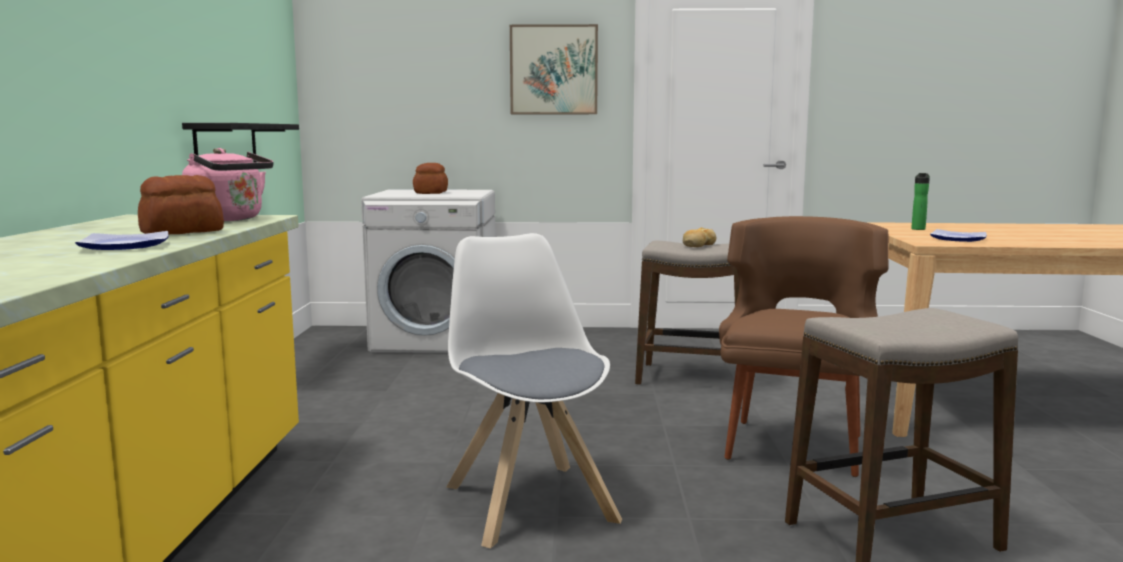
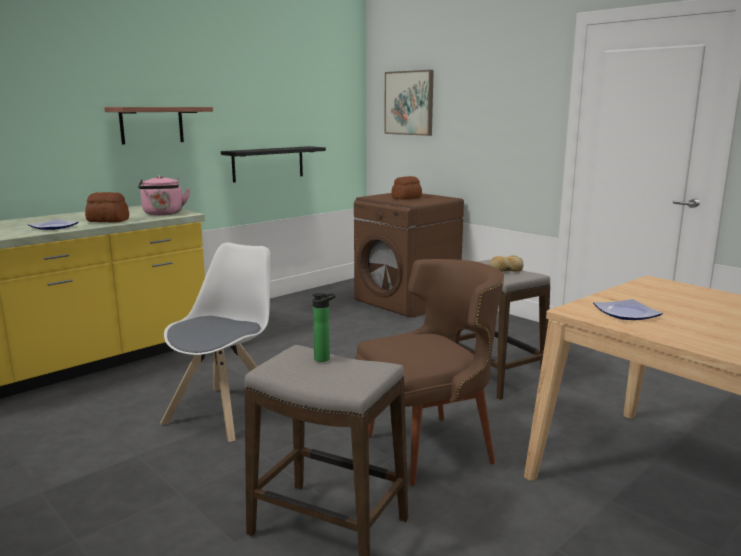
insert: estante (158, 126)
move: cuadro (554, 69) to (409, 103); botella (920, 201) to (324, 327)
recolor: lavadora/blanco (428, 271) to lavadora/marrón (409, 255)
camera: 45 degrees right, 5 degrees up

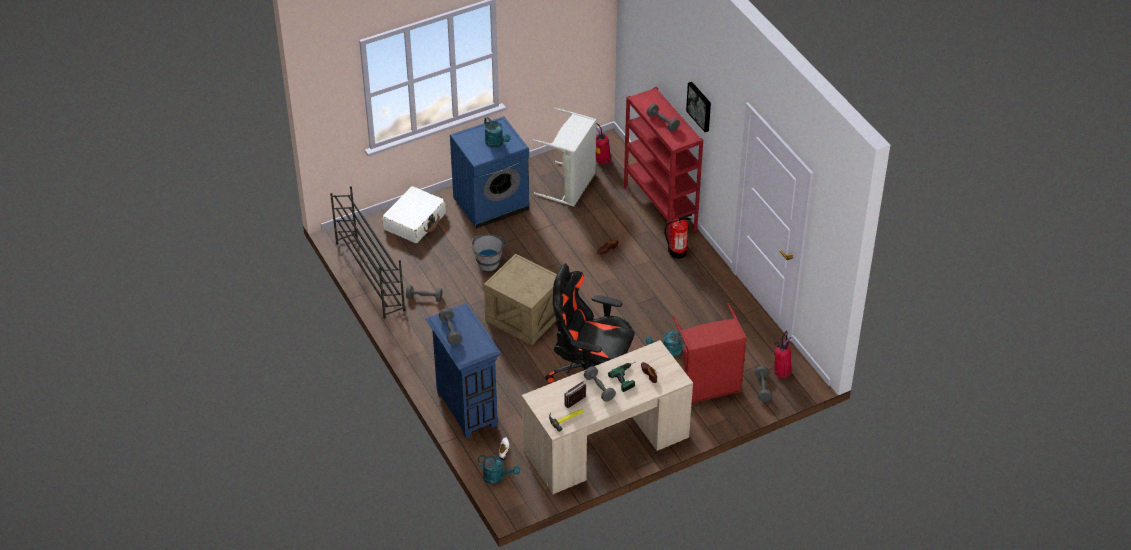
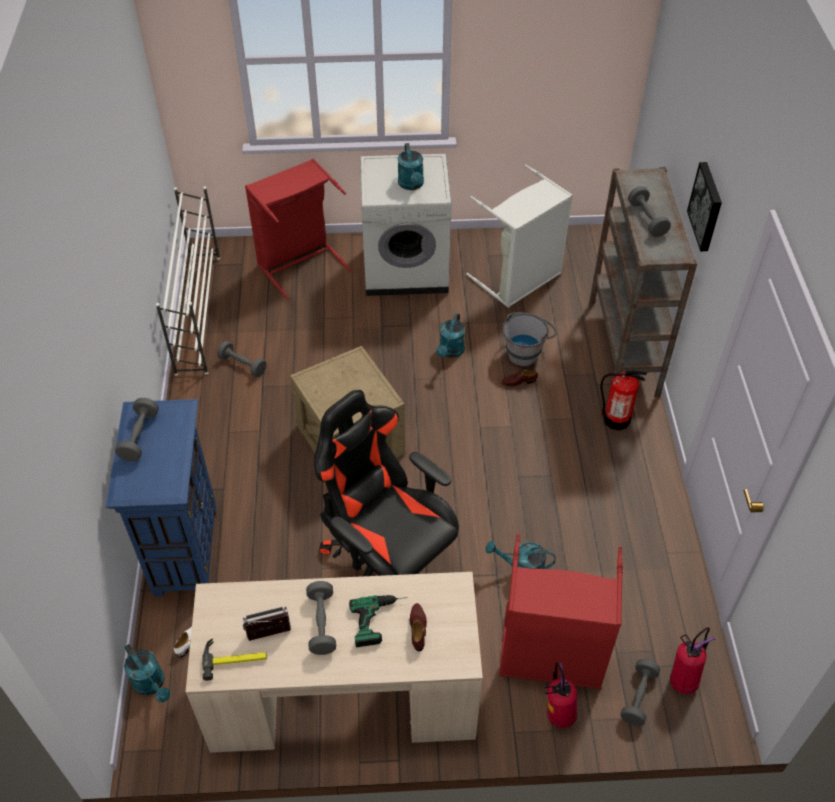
insert: regadera/turquesa (450, 335)
move: cubo/gris (489, 252) to (529, 339); extintor (603, 143) to (560, 695)
replace: maleta/blanco (414, 214) to cesto de la ropa/rojo (298, 229)
recolor: zapatero/negro (367, 252) to zapatero/blanco (188, 281); lavadora/azul (489, 172) to lavadora/blanco (406, 225); estantería/rojo (663, 164) to estantería/gris (643, 282)
camera: 25 degrees right, 5 degrees up

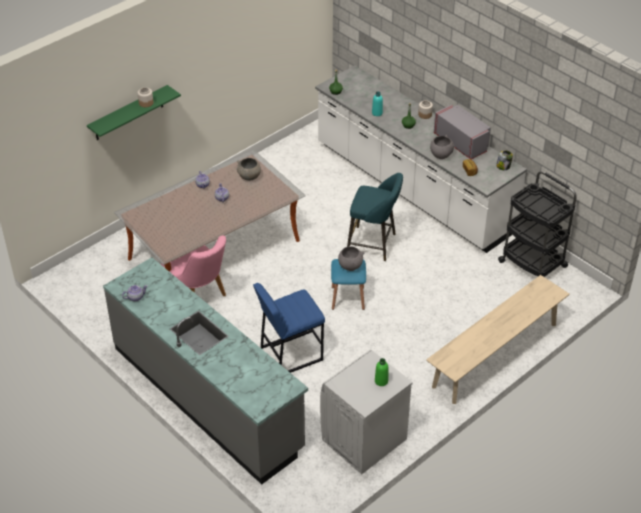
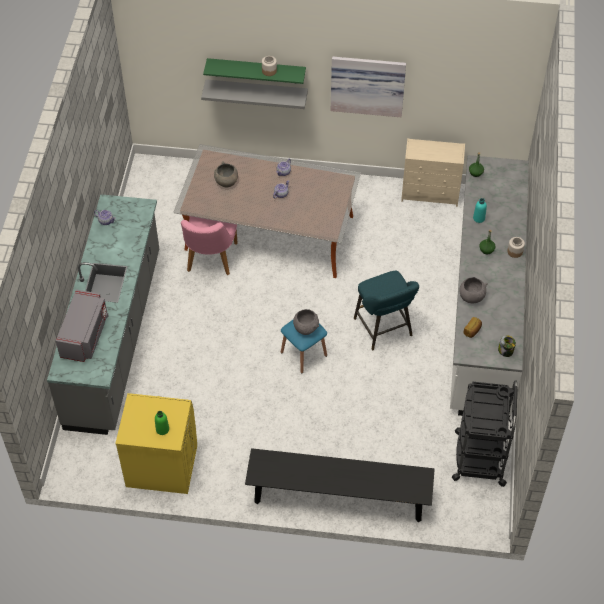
delete: taburete/azul (289, 328)
insert: estante/gris (254, 94); cuadro (368, 87); cómoda/beis (433, 172)
move: cuenco/gris (248, 169) to (226, 174); microondas/gris (462, 132) to (82, 325)
recolor: lavadora/blanco (366, 411) to lavadora/amarillo (156, 443); banco/beis (498, 339) to banco/negro (340, 485)
camera: 50 degrees right, 10 degrees up

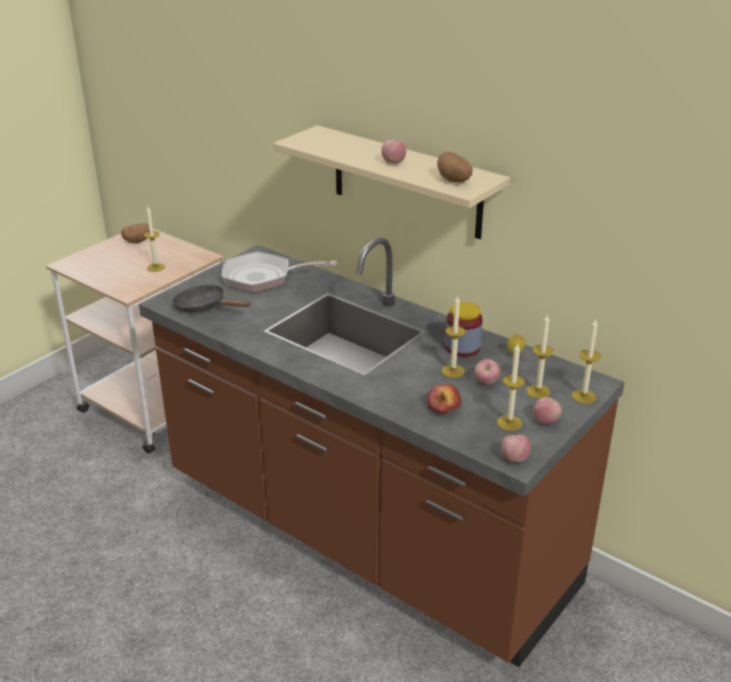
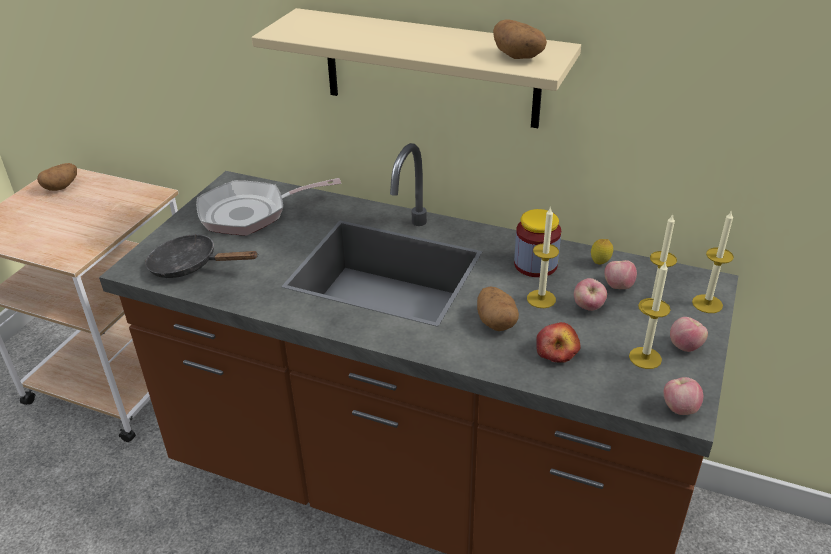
delete: vela (154, 239)
insert: patata (498, 308)
move: manzana (394, 151) to (620, 274)
camera: 15 degrees left, 5 degrees up

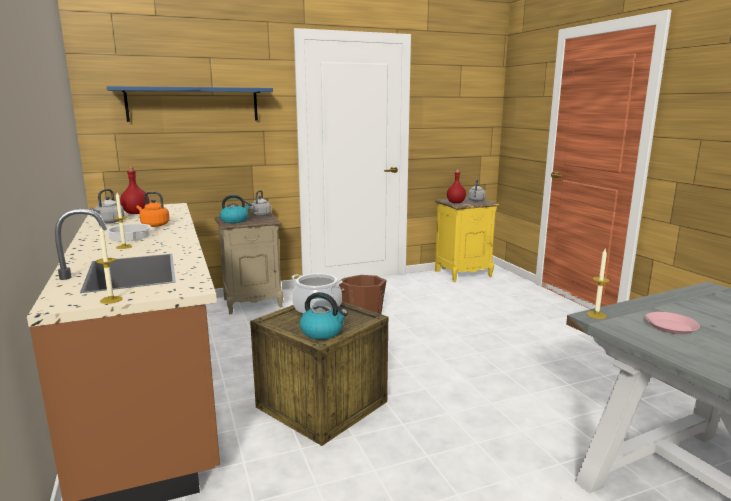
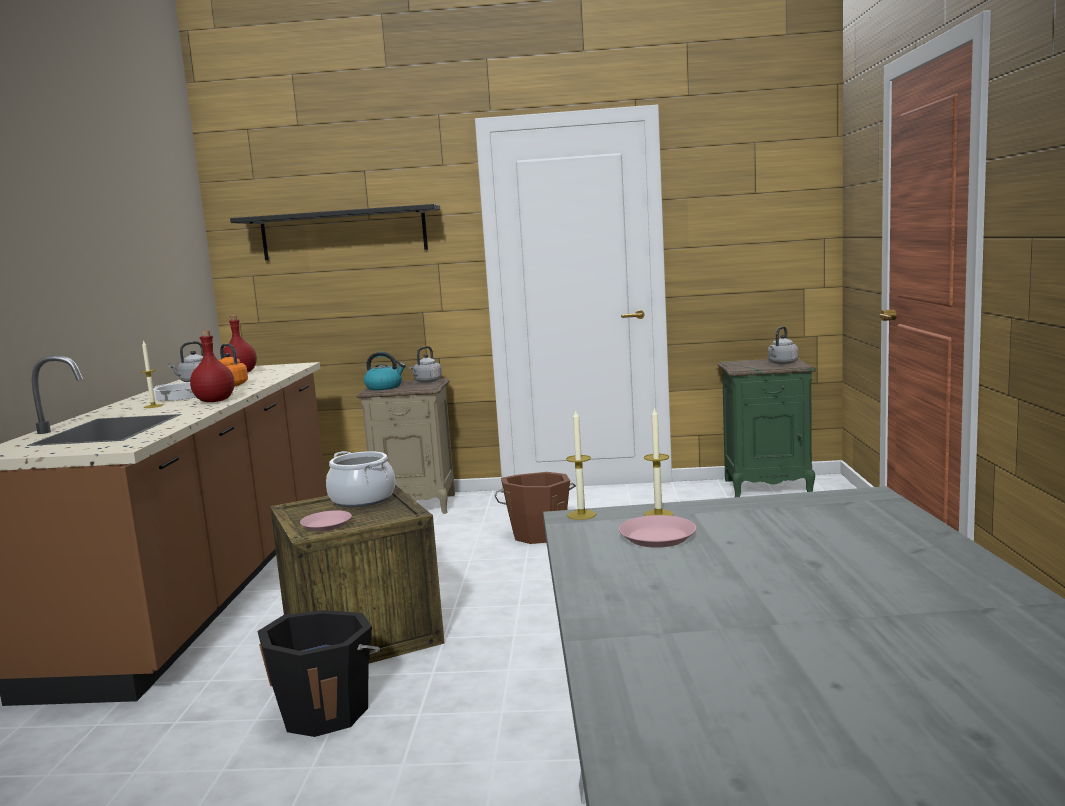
insert: cubo/negro (318, 673)
move: vela (109, 265) to (659, 461); botella/rojo (456, 186) to (212, 366)
replace: hervidor (324, 315) to plato/rosa (326, 520)
recolor: estante/azul (190, 104) to estante/negro (335, 232); mesita de noche/amarillo (467, 239) to mesita de noche/verde (766, 427)
camera: 25 degrees right, 5 degrees down

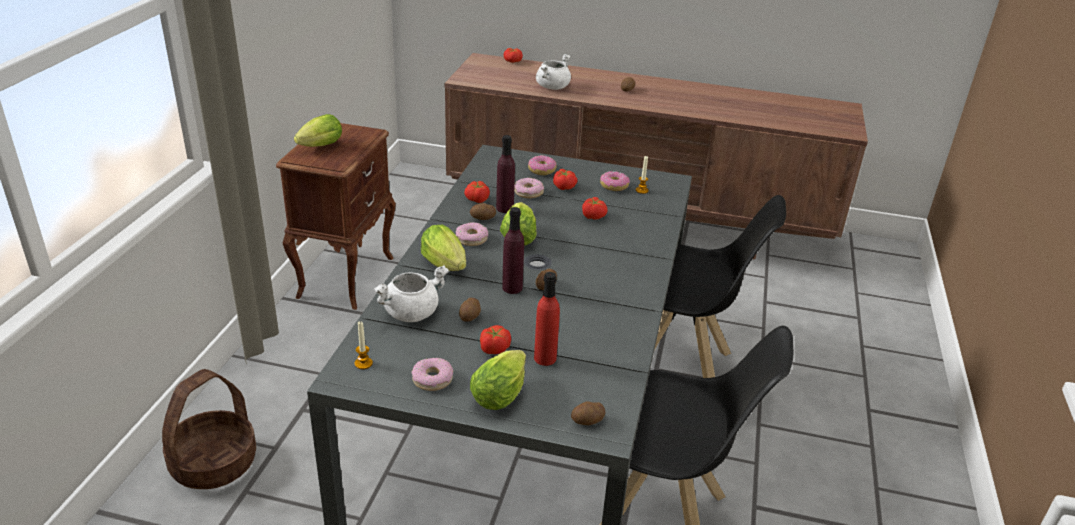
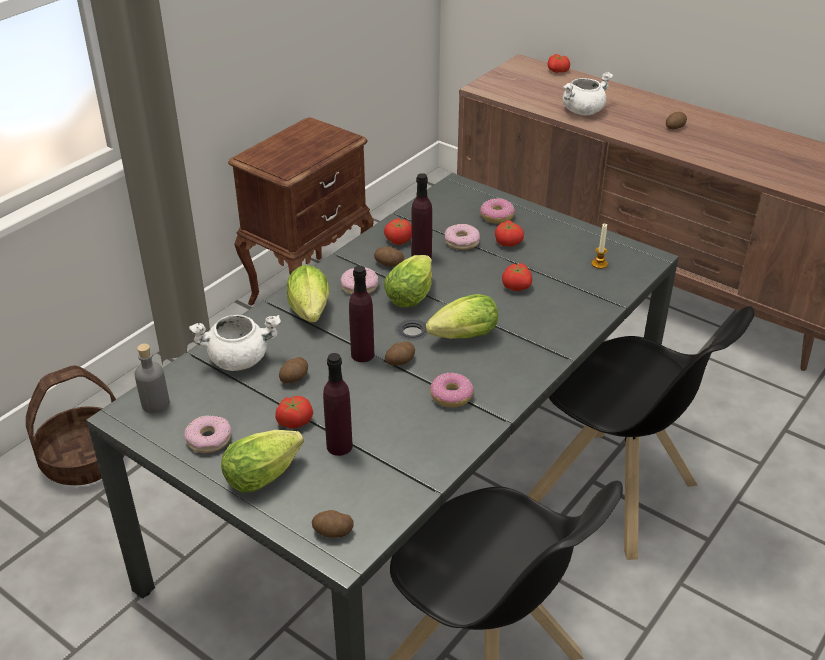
move: lechuga (318, 130) to (462, 316); rosquilla (615, 181) to (452, 390)
replace: vela (364, 345) to botella/gris (152, 378)
recolor: botella/rojo (547, 319) to botella/morado (338, 404)
camera: 25 degrees right, 5 degrees up

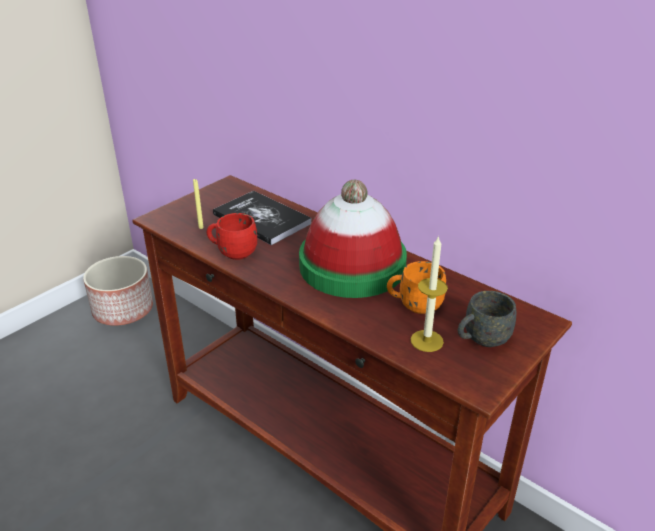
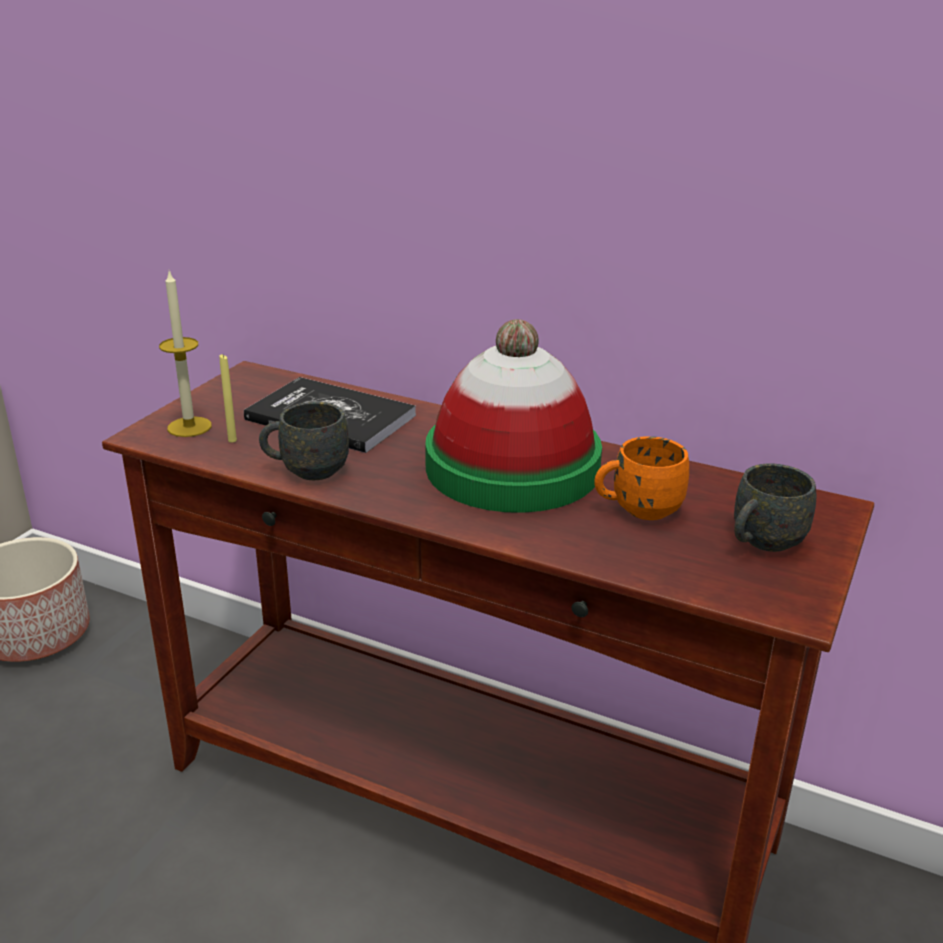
move: vela (429, 293) to (185, 354)
recolor: taza grande/rojo (232, 236) to taza grande/gris (304, 441)
camera: 15 degrees left, 5 degrees down

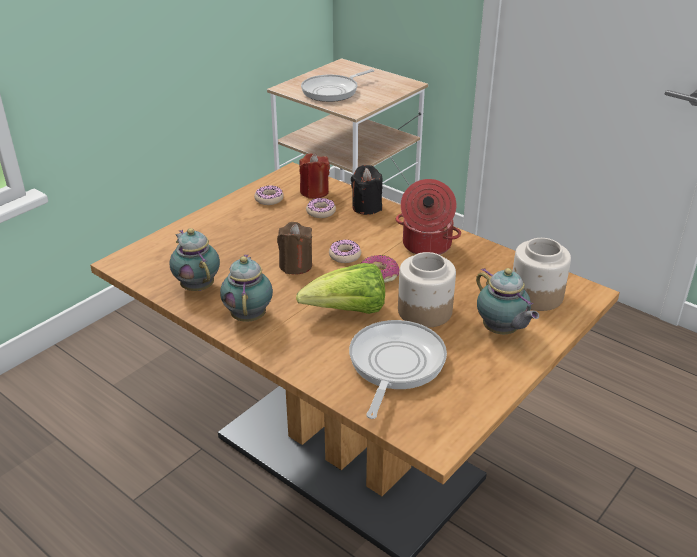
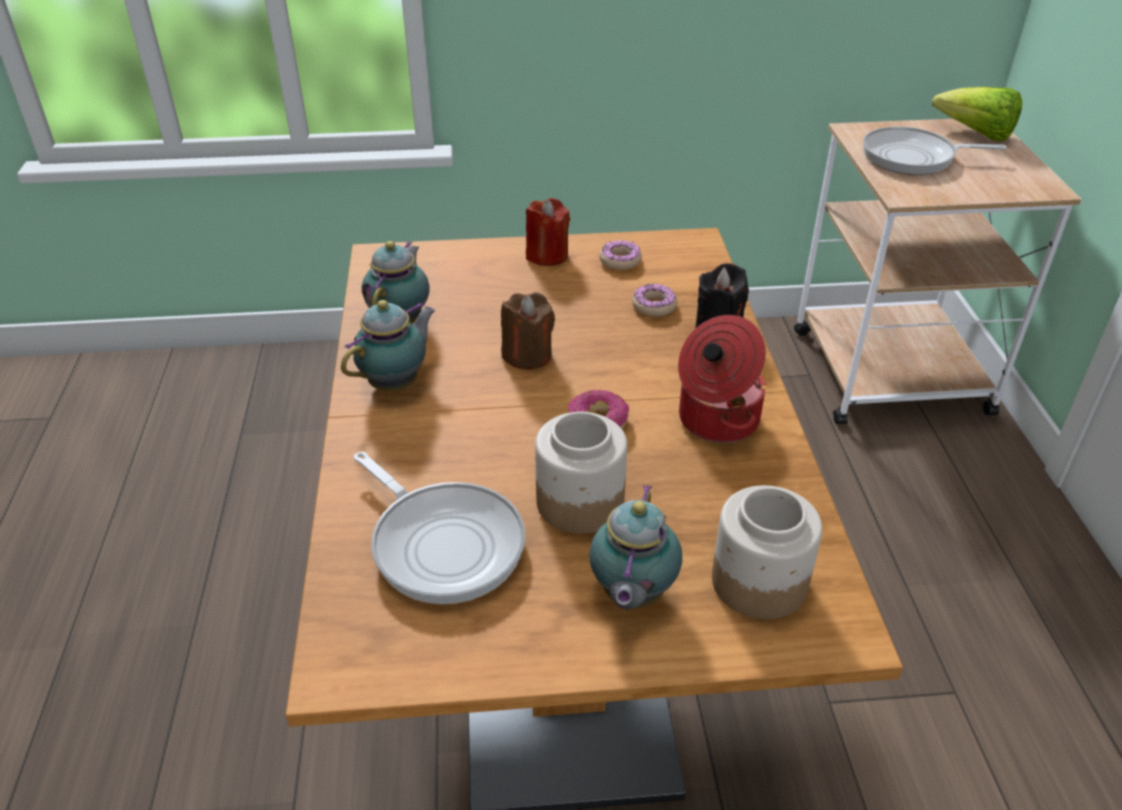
delete: rosquilla (345, 251)
move: lechuga (340, 288) to (977, 114); vela/rojo (314, 176) to (548, 232)
rotate: sartén (398, 369) = (439, 527) 75 degrees clockwise
camera: 45 degrees right, 5 degrees up

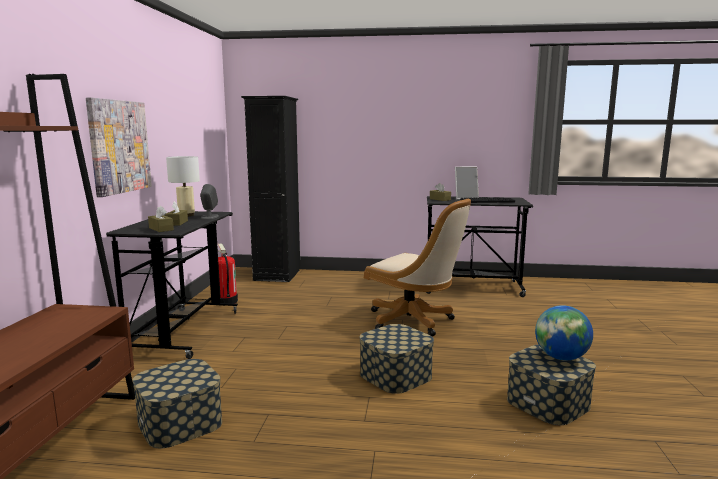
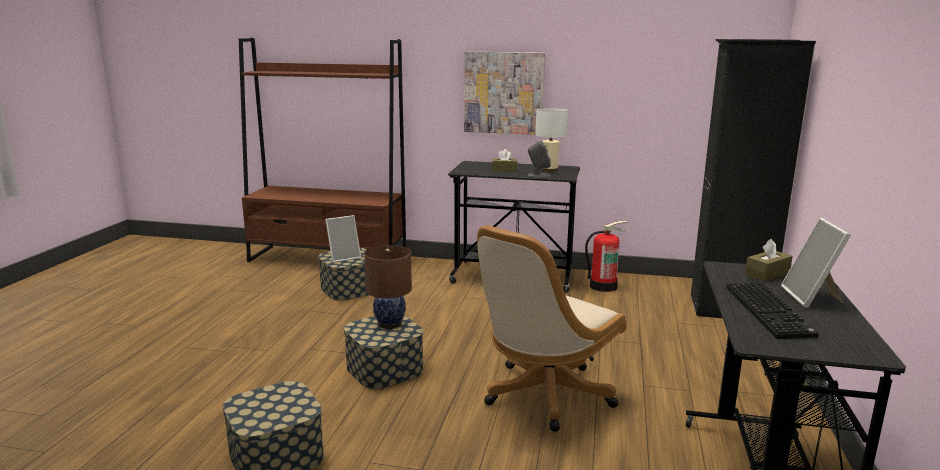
delete: caja de pañuelos/marrón (161, 219); globo terráqueo (564, 332)
insert: portarretratos (343, 239); lámpara de mesa/marrón (388, 287)
camera: 95 degrees right, 5 degrees up

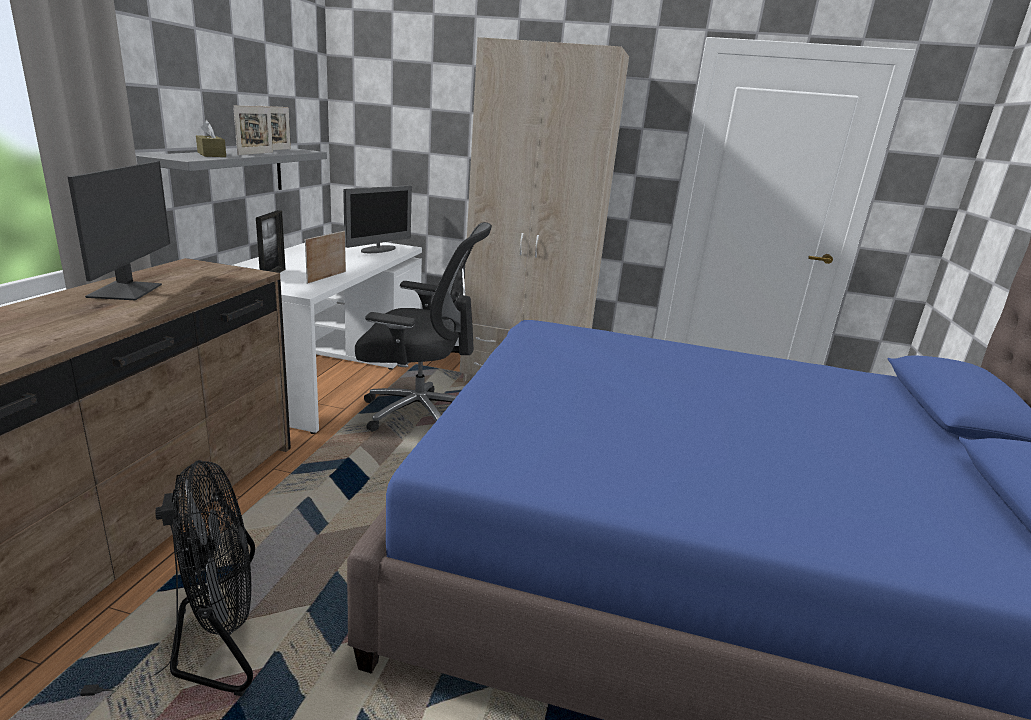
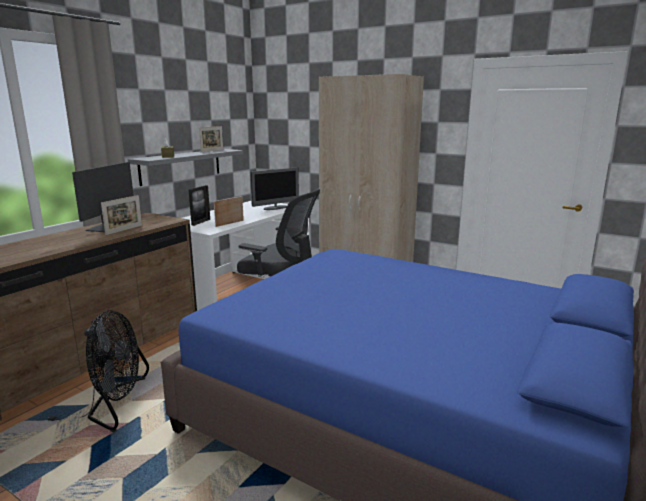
move: portarretratos (253, 130) to (121, 215)
camera: 20 degrees right, 5 degrees down

